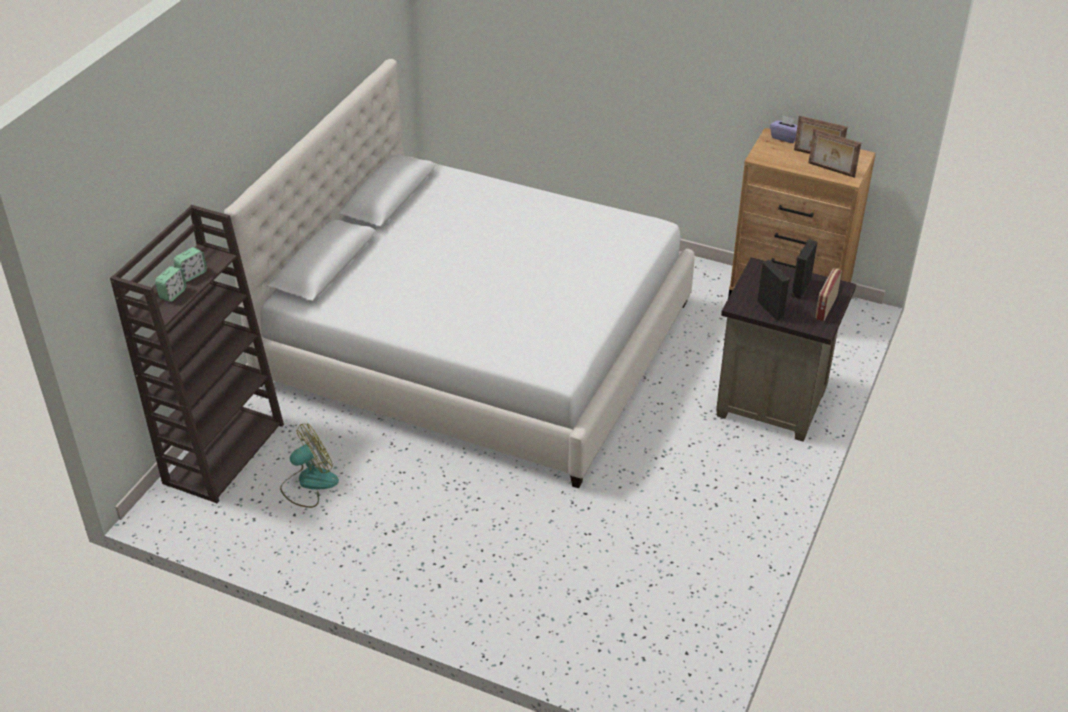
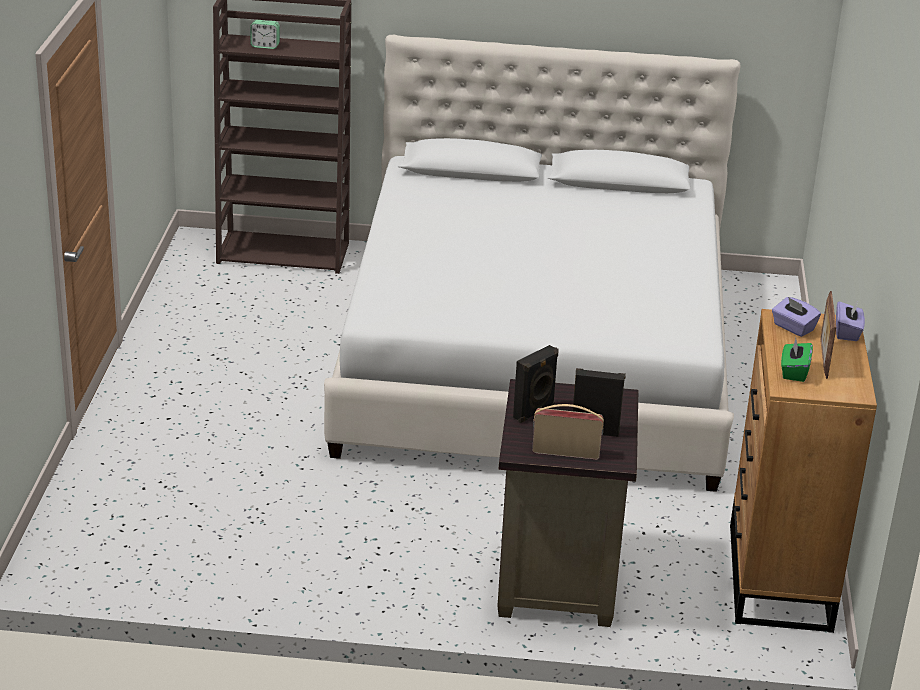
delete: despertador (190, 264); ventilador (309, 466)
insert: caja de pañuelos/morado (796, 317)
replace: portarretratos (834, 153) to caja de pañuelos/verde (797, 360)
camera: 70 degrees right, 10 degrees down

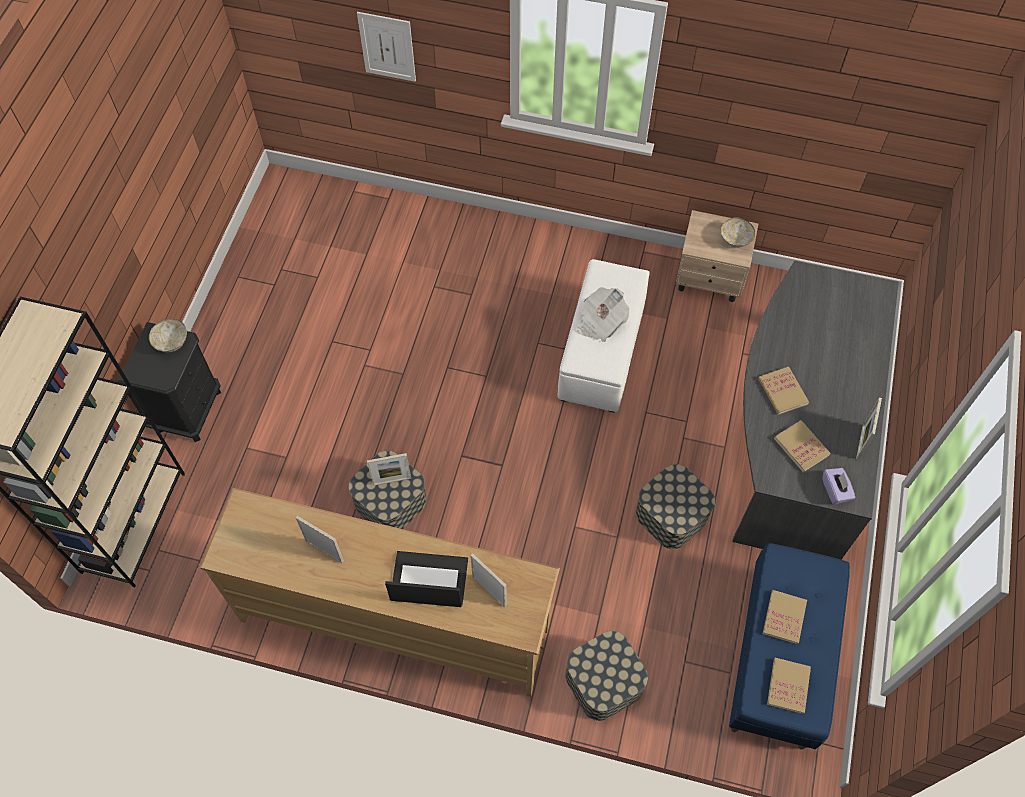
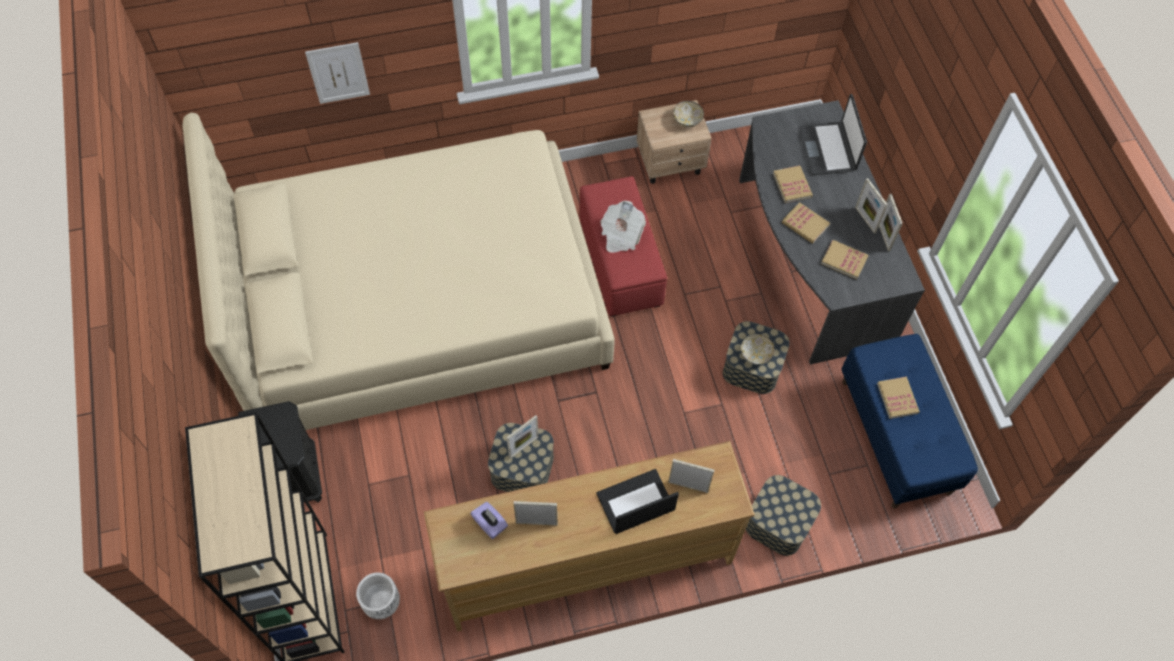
insert: cama/beis (399, 271); maceta/blanco (378, 596); portátil (833, 134); portarretratos (871, 206)
move: cuenco (168, 335) to (757, 349); libro (789, 686) to (793, 184); caja de pañuelos/morado (839, 486) to (489, 520)
recolor: puf/blanco (603, 336) to puf/rojo (623, 246)
camera: 30 degrees left, 0 degrees up

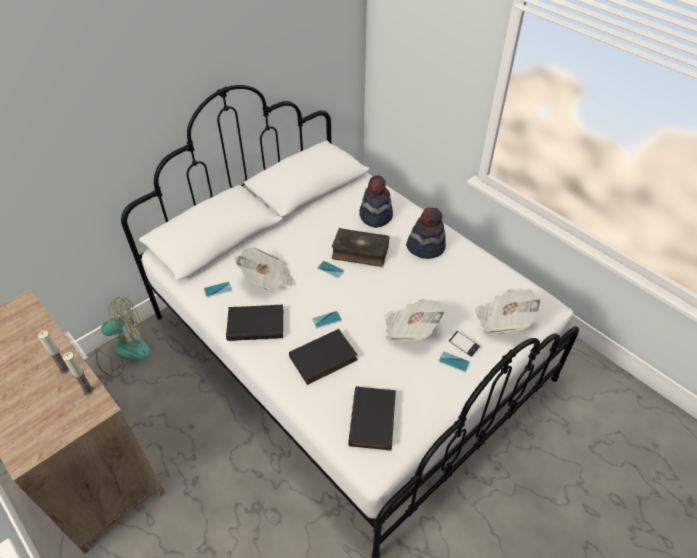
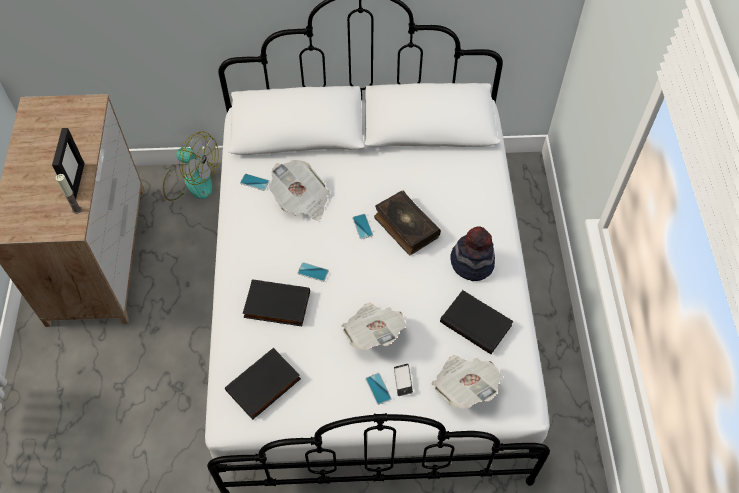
delete: sombrero (376, 201)
move: libro/negro (254, 323) to (476, 322)
replace: vela (53, 352) to portarretratos (68, 163)
camera: 40 degrees right, 10 degrees up

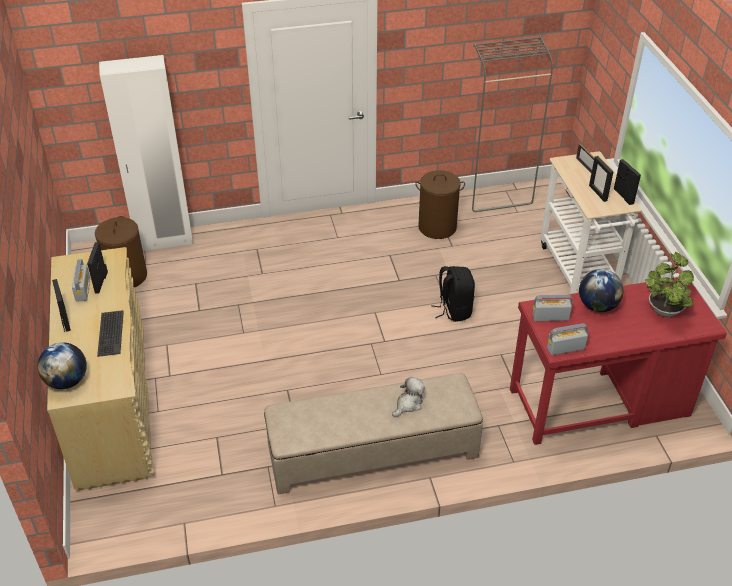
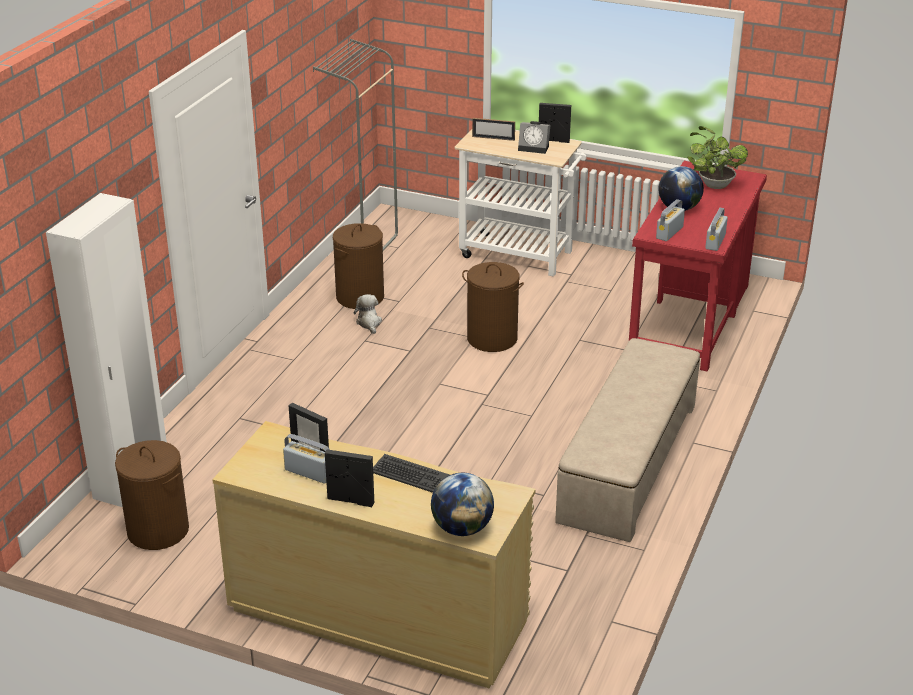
move: peluche (408, 397) to (368, 314)
replace: mochila/negro (453, 294) to cesto de la ropa/marrón (493, 307); portarretratos (601, 179) to despertador (534, 137)
camera: 55 degrees left, 10 degrees down

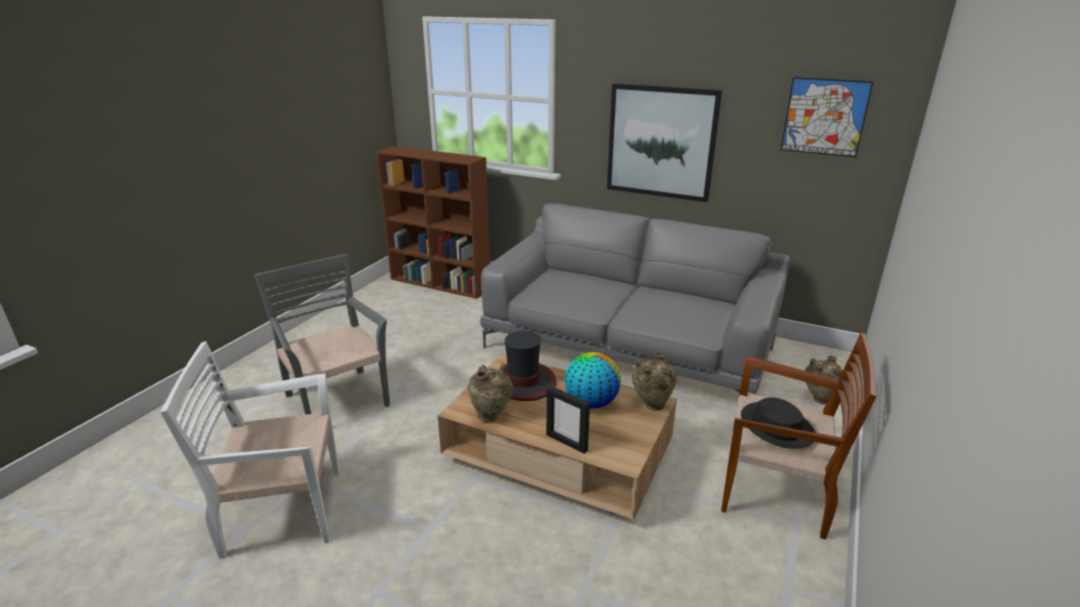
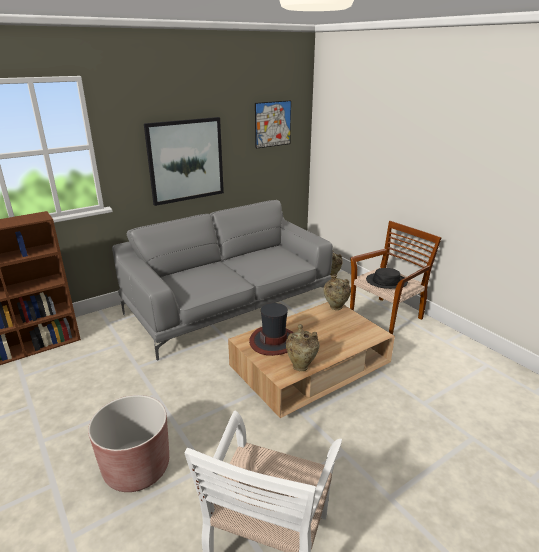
delete: portarretratos (568, 420); globo terráqueo (593, 380)
replace: sillón/gris (322, 334) to maceta/marrón (128, 443)
camera: 60 degrees left, 0 degrees up

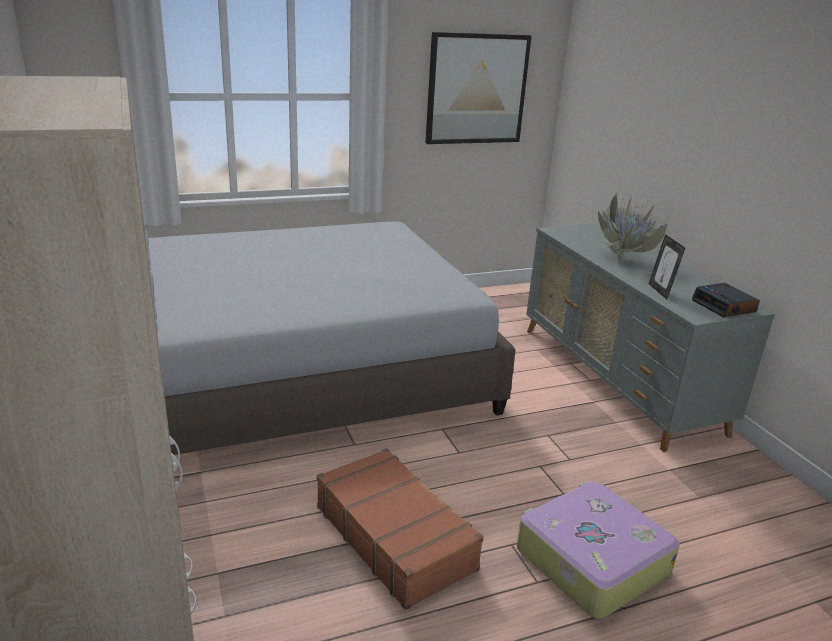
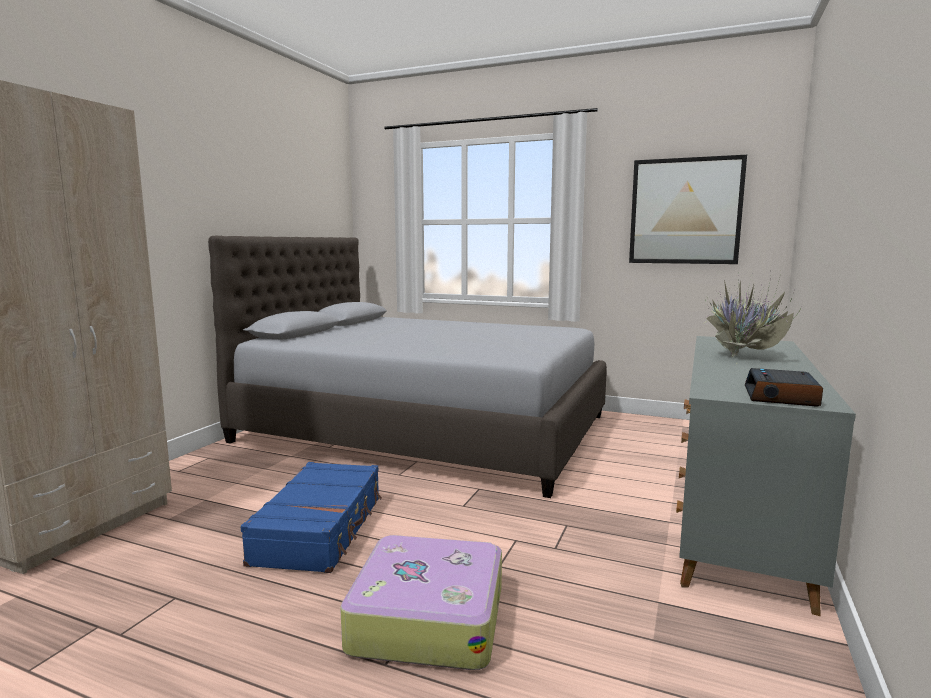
delete: portarretratos (667, 266)
recolor: maleta/marrón (400, 529) to maleta/azul (311, 517)
camera: 45 degrees right, 15 degrees down

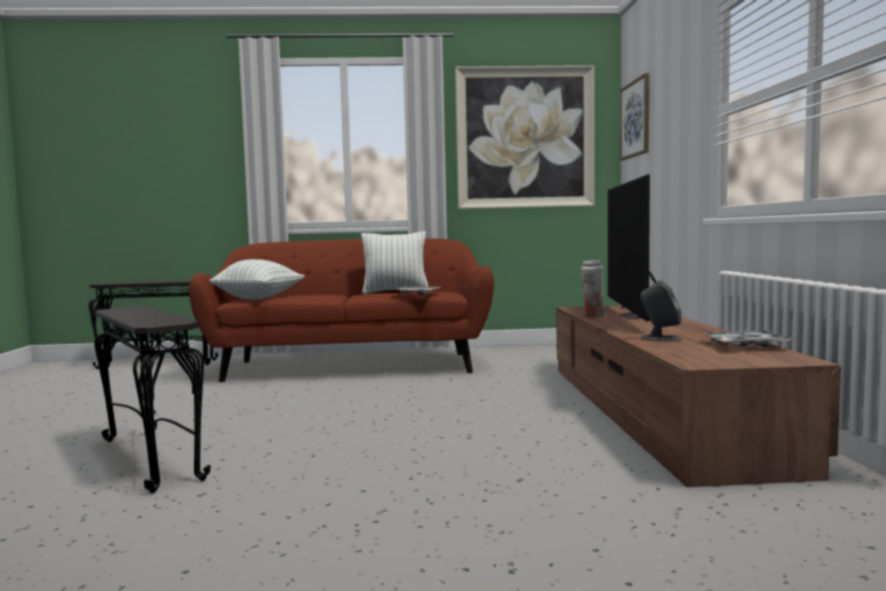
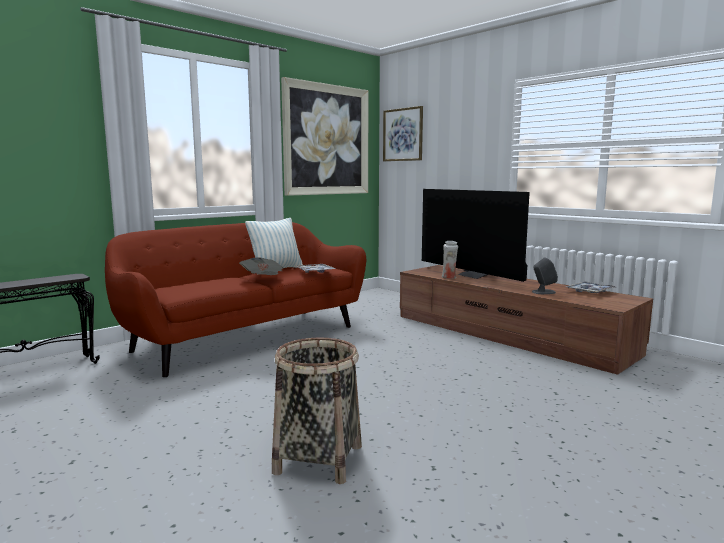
delete: cojín (257, 279)
insert: periódico (261, 266)
replace: mesa auxiliar/negro (152, 399) to cesta (317, 411)
camera: 40 degrees left, 5 degrees up

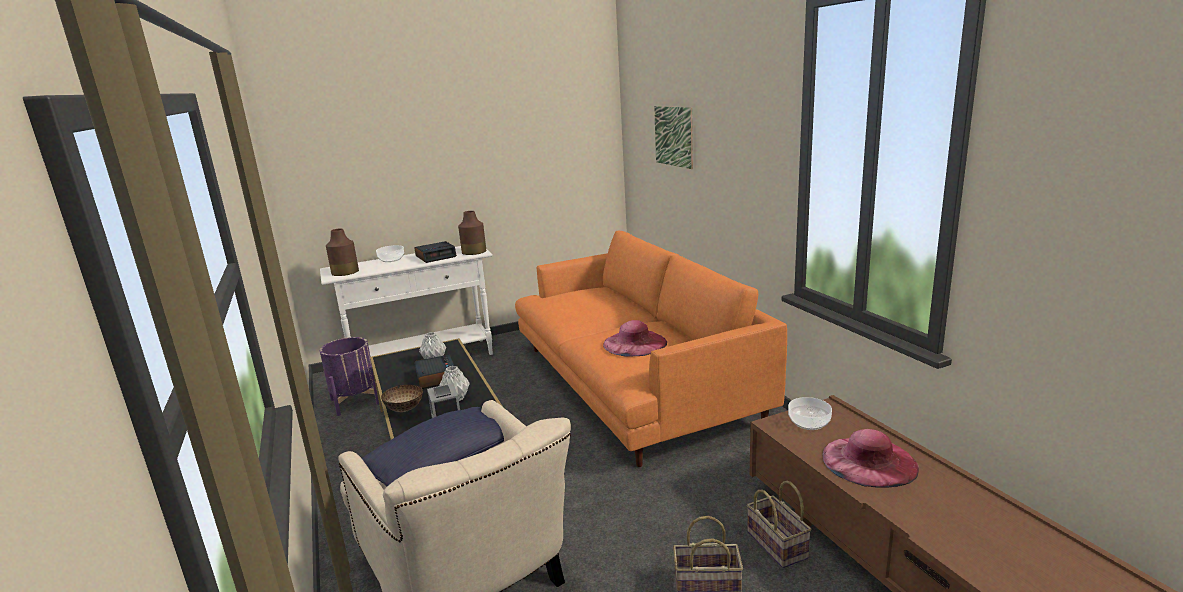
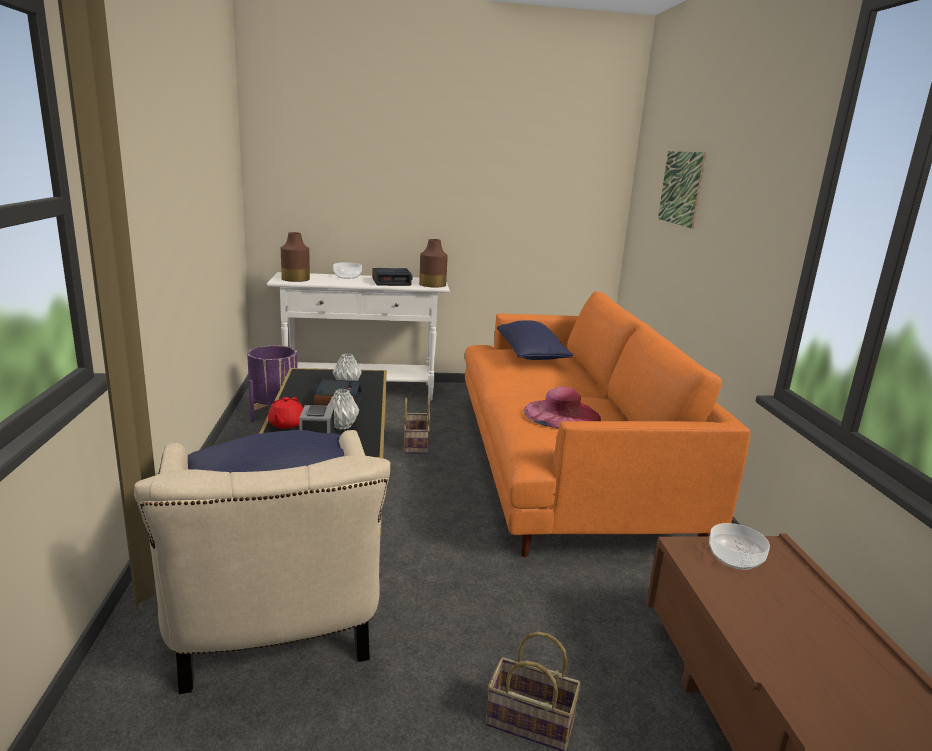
delete: sombrero/rosa (871, 458)
insert: cojín/azul (535, 340)
move: cesta (779, 524) to (417, 426)
replace: cuenco (402, 398) to tetera/rojo (285, 413)
camera: 15 degrees right, 0 degrees up

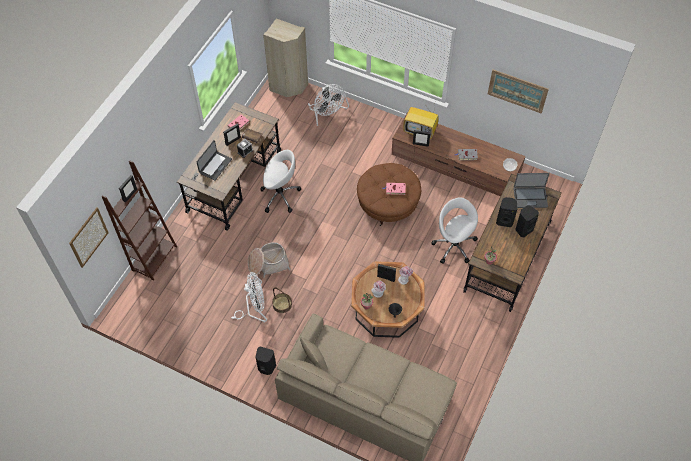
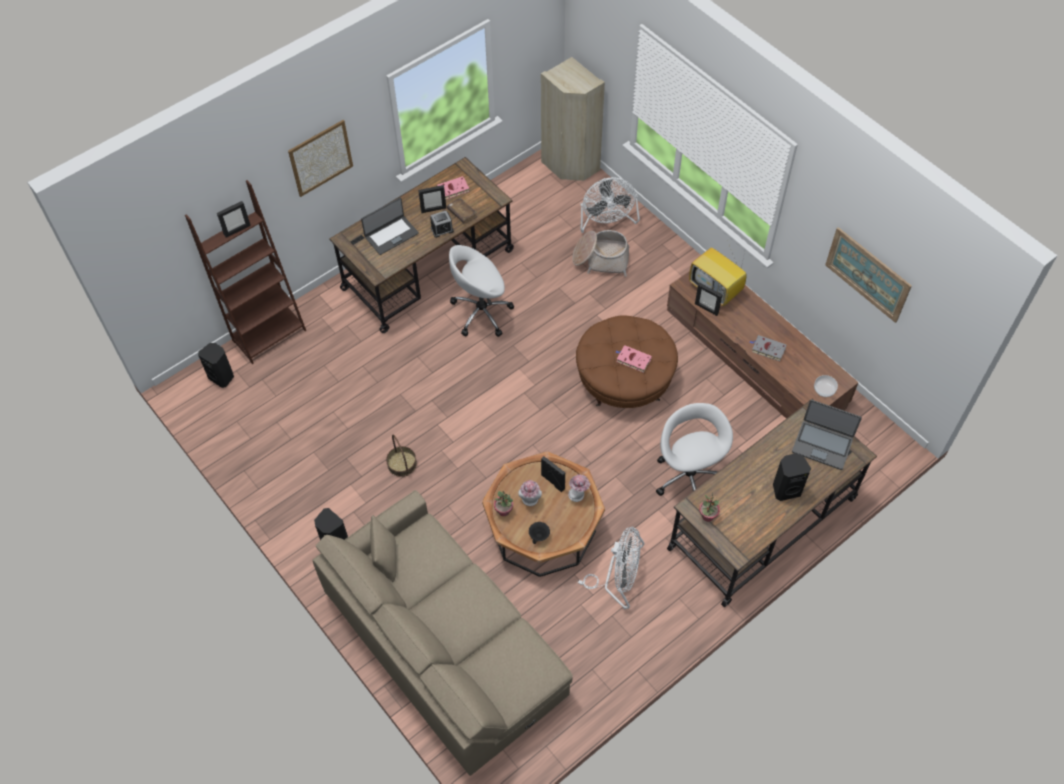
move: cuadro (89, 238) to (320, 158); ventilador/blanco (249, 297) to (610, 568); cesta (269, 260) to (601, 253); altavoz/negro (507, 212) to (216, 365)
rotate: silla de oficina/blanco (280, 181) = (481, 291) 120 degrees clockwise
camera: 25 degrees right, 0 degrees up

